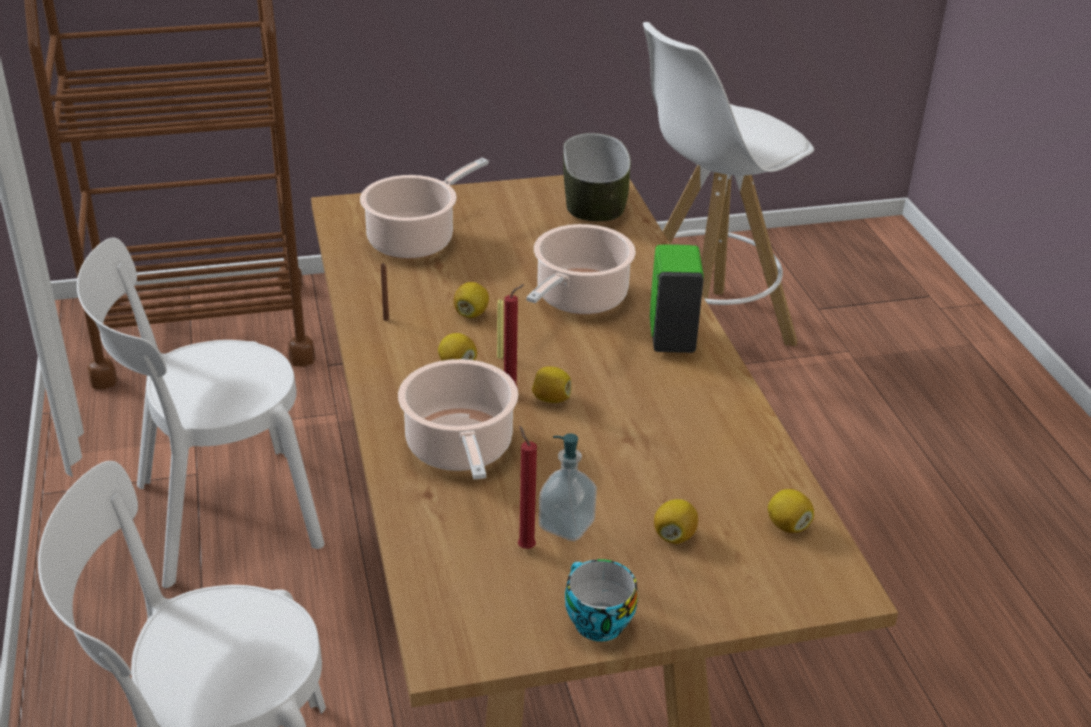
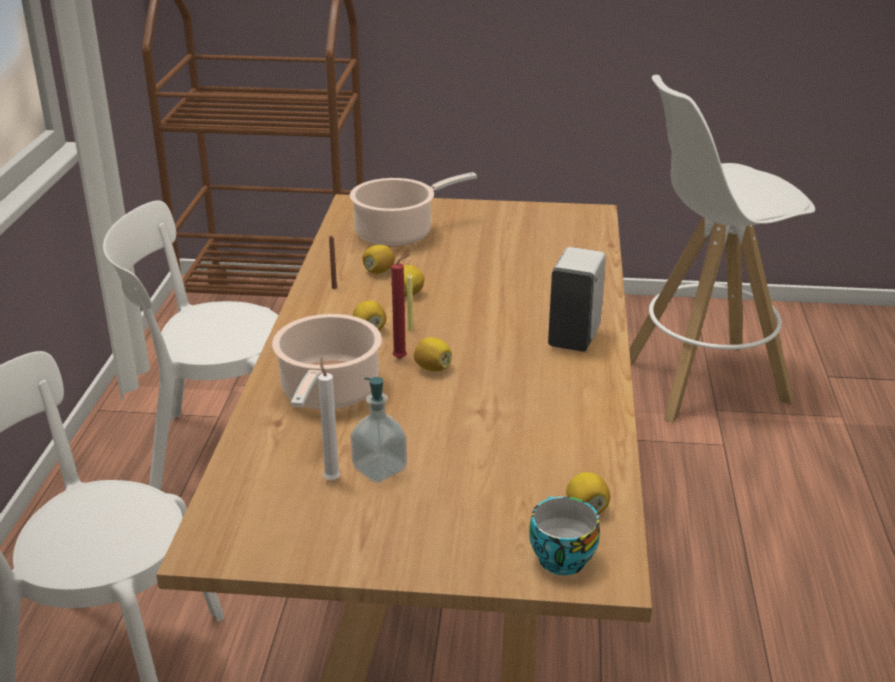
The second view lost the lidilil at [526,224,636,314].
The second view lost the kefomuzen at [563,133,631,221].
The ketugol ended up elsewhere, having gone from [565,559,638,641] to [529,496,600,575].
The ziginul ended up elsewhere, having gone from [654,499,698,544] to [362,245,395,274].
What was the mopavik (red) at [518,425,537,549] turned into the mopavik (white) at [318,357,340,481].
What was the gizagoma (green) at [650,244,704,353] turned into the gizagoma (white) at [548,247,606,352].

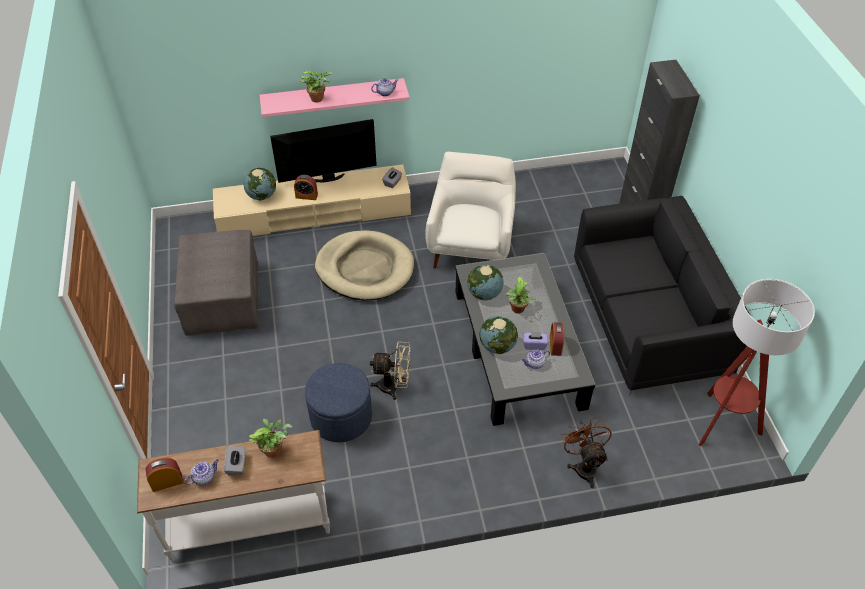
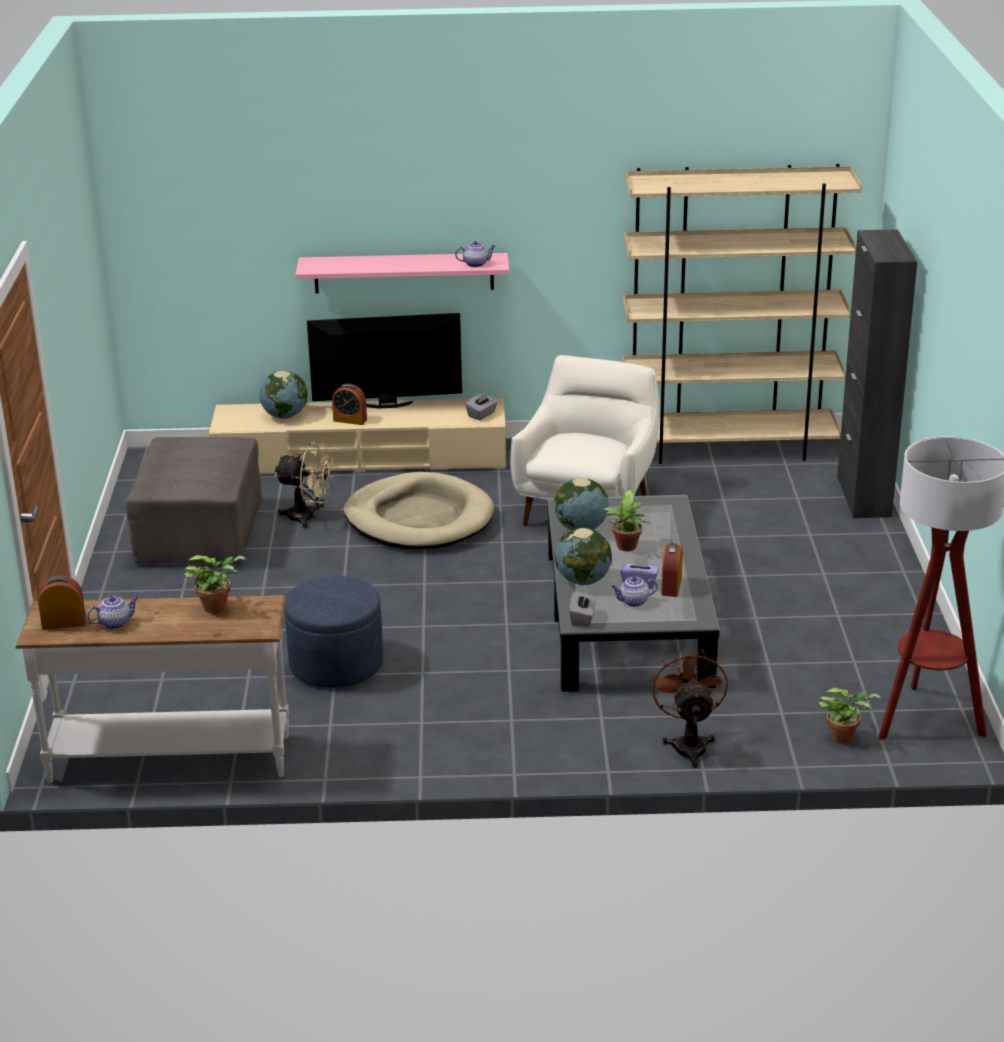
The second view lost the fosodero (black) at [574,196,751,396].
The second view gained the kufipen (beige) at [622,164,862,464].
The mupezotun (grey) ended up elsewhere, having gone from [224,445,246,475] to [570,592,596,626].
The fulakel ended up elsewhere, having gone from [300,71,333,102] to [818,688,881,744].
The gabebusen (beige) ended up elsewhere, having gone from [370,341,410,400] to [275,442,334,528].

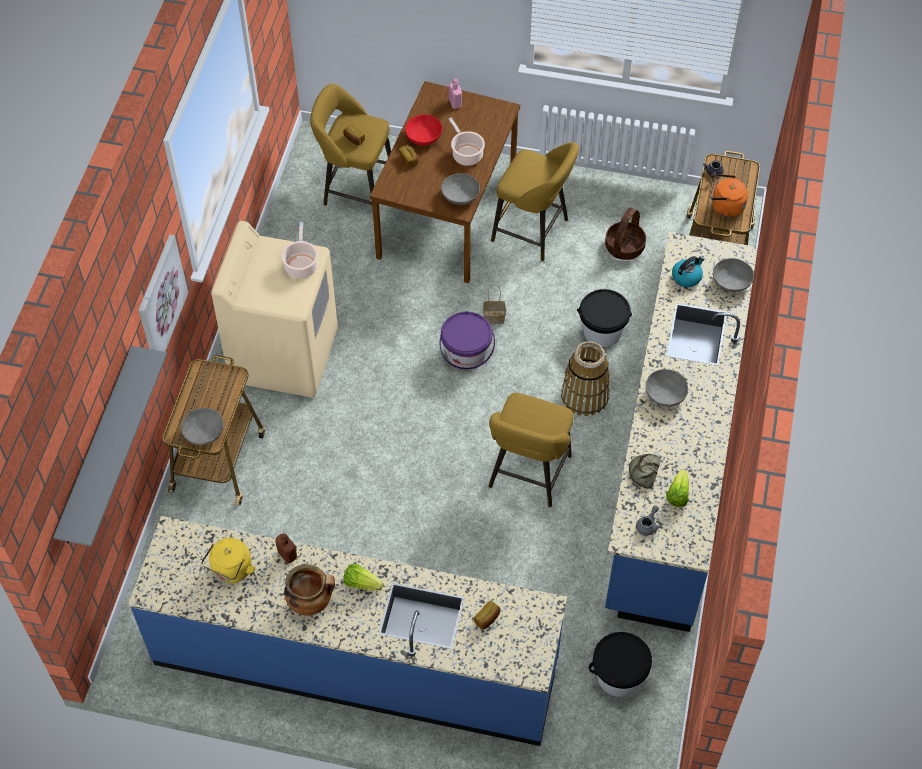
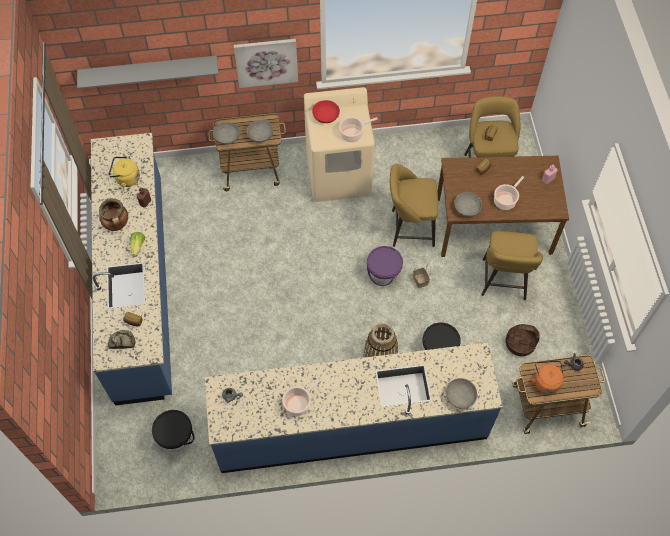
The second view lost the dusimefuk at [666,470,689,507].
The second view lost the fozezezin at [672,256,704,287].
The second view gained the lidilil at [282,379,322,416].
The kefomuzen (red) ended up elsewhere, having gone from [405,114,442,146] to [312,100,340,123].
The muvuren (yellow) ended up elsewhere, having gone from [489,393,574,507] to [390,164,438,247].
The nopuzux ended up elsewhere, having gone from [629,454,661,488] to [108,330,135,349].
The kefomuzen (grey) ended up elsewhere, having gone from [646,369,688,407] to [247,120,273,143].

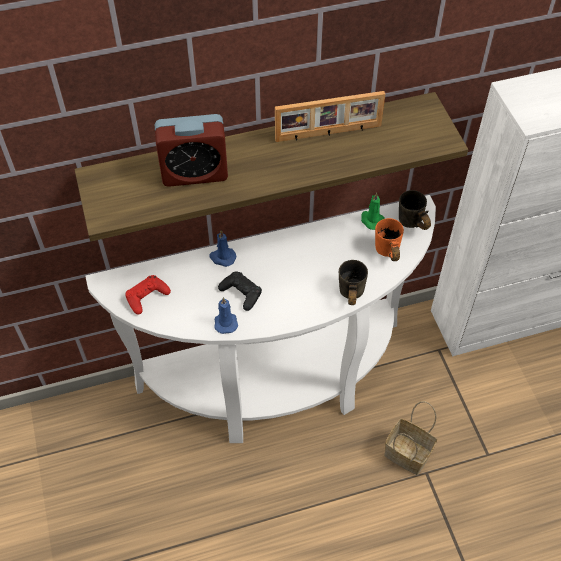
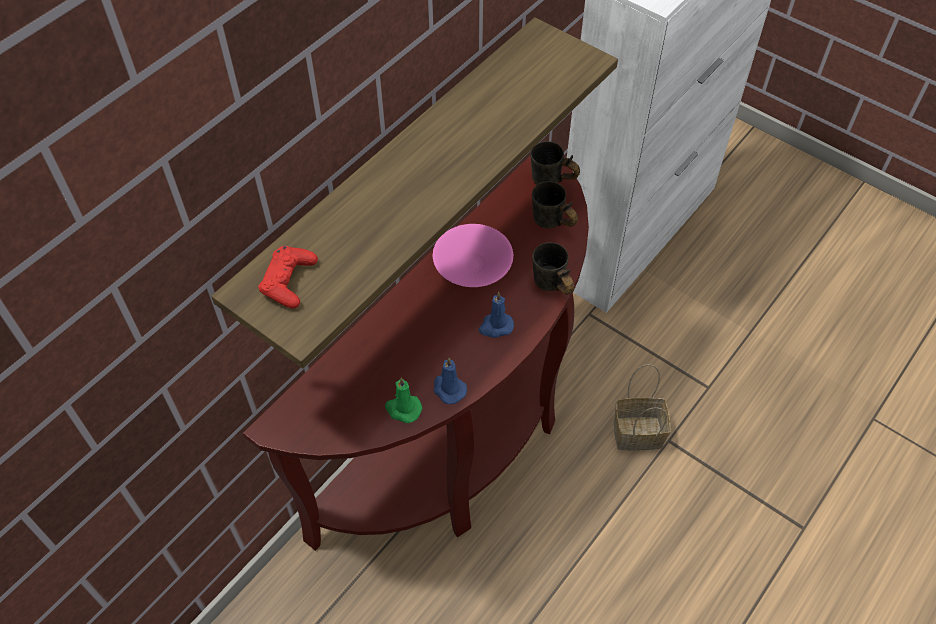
The second view lost the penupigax at [155,114,228,187].
The second view lost the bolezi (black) at [218,271,262,311].
The second view lost the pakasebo at [275,91,385,142].
The second view gained the kefomuzen (pink) at [433,224,513,287].
The bolezi (red) ended up elsewhere, having gone from [126,275,171,315] to [258,246,318,309].
The mopavik (blue) ended up elsewhere, having gone from [209,230,237,267] to [479,292,514,338].
The mopavik (green) ended up elsewhere, having gone from [361,192,385,230] to [385,378,422,423].
What was the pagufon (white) at [85,195,436,443] turned into the pagufon (brown) at [243,156,589,551].
What was the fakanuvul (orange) at [375,218,404,261] turned into the fakanuvul (grey) at [532,181,578,228].

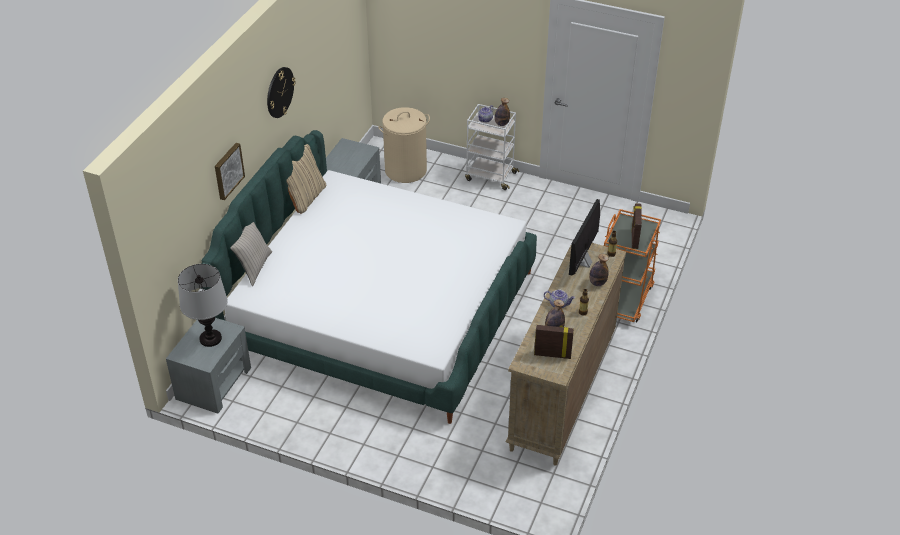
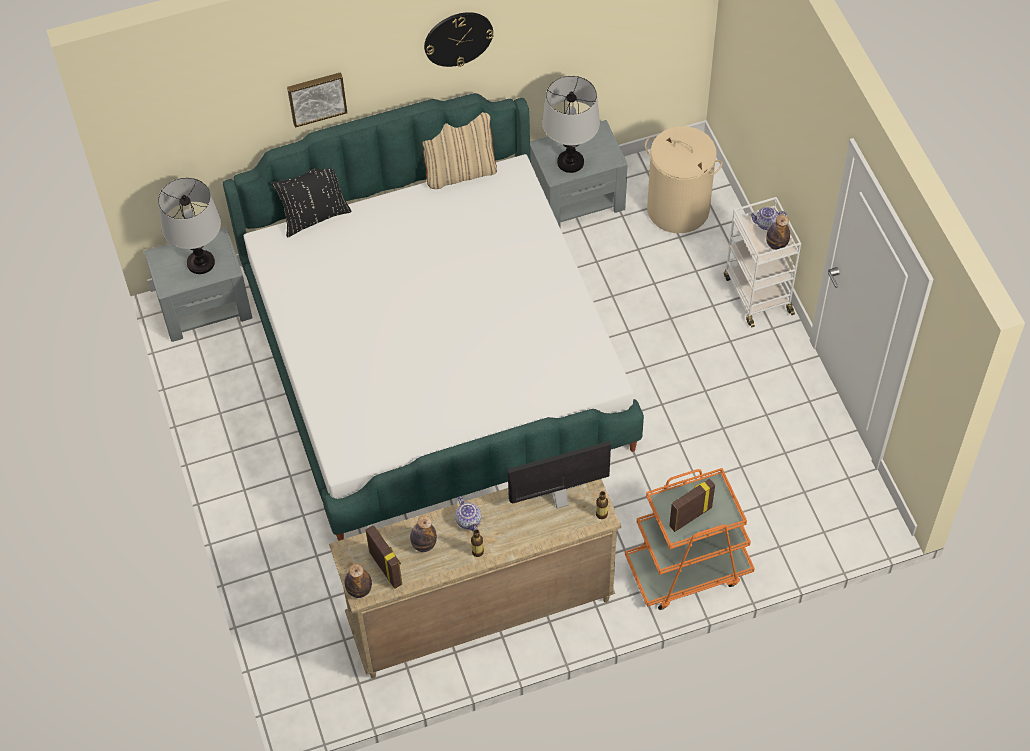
The second view gained the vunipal at [542,76,600,173].
The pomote ended up elsewhere, having gone from [589,254,609,286] to [345,563,372,598].
What was the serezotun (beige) at [230,222,272,286] turned into the serezotun (black) at [271,168,352,238].

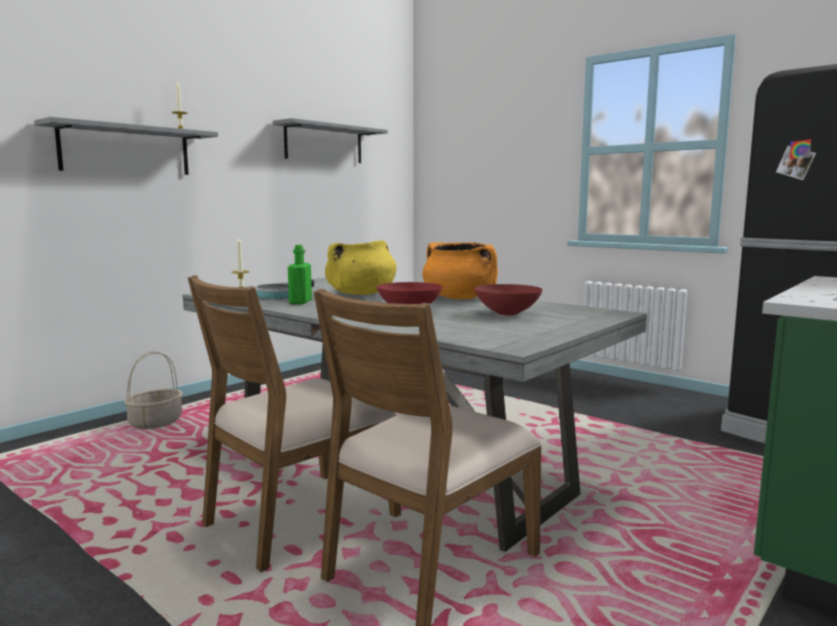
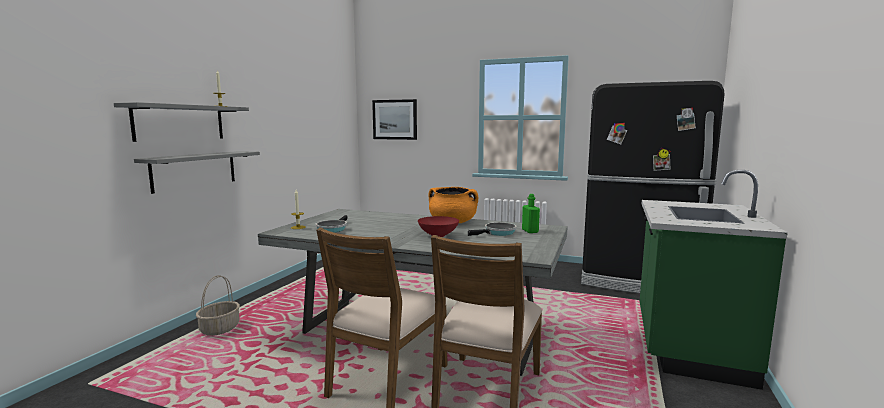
The second view lost the lidilil (yellow) at [325,240,396,295].
The second view gained the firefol at [372,99,417,140].
The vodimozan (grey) ended up elsewhere, having gone from [273,118,388,163] to [134,151,260,194].
The pomote (green) ended up elsewhere, having gone from [288,245,312,304] to [522,194,540,233].
Where the kefomuzen (red) stood at [474,284,543,316], the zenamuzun came to stand at [468,222,517,236].

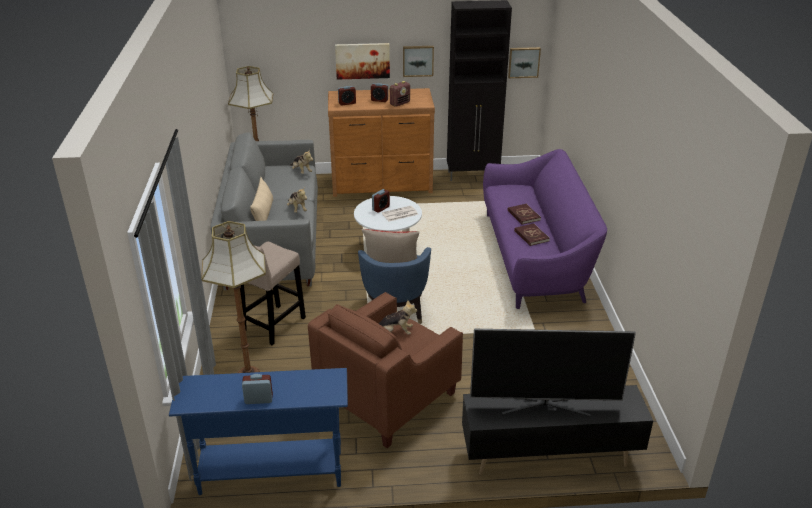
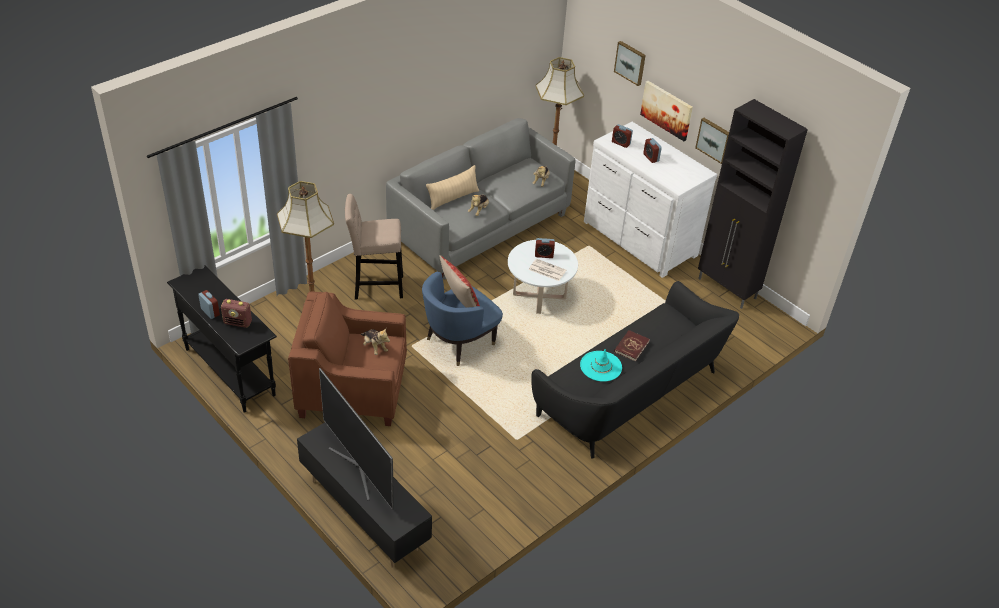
The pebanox ended up elsewhere, having gone from [390,81,410,107] to [221,299,252,328].
The firefol ended up elsewhere, having gone from [508,47,541,78] to [614,41,646,86].
Where the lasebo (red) stood at [514,223,550,246], the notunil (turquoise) came to stand at [580,349,622,382].
What was the pagufon (blue) at [169,368,348,495] turned into the pagufon (black) at [167,266,277,413].
What was the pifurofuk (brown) at [328,88,435,197] turned into the pifurofuk (white) at [584,122,717,278].
What was the fosodero (purple) at [483,149,607,309] turned into the fosodero (black) at [531,281,739,459].

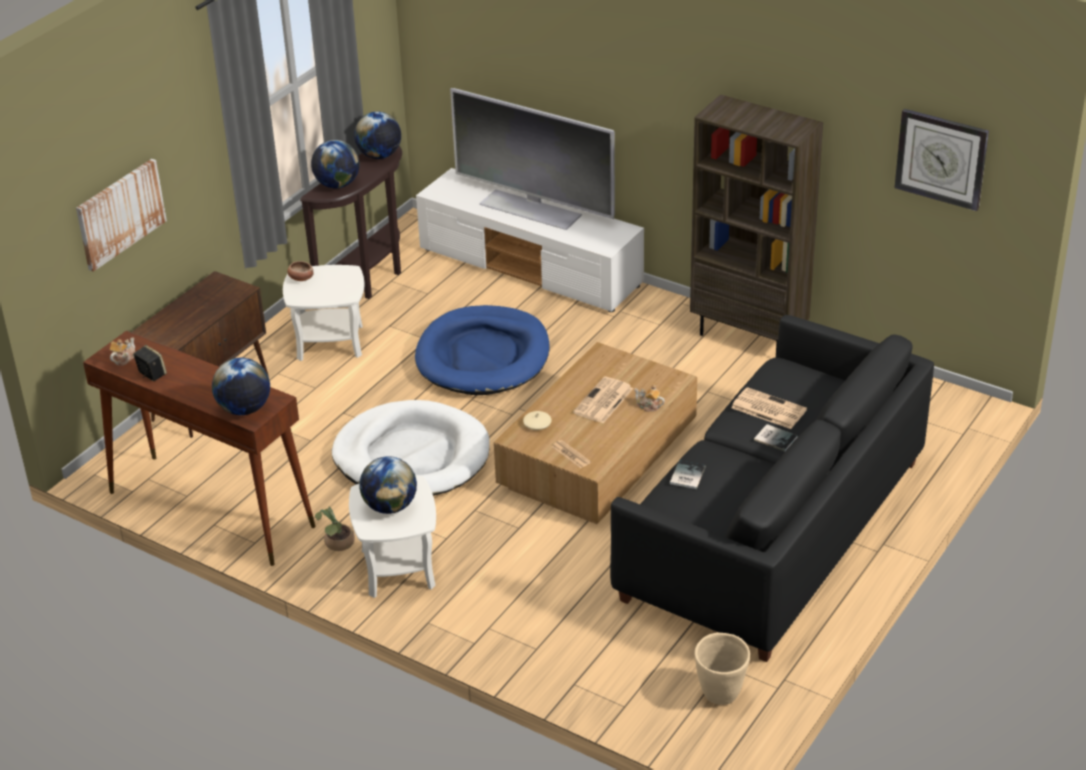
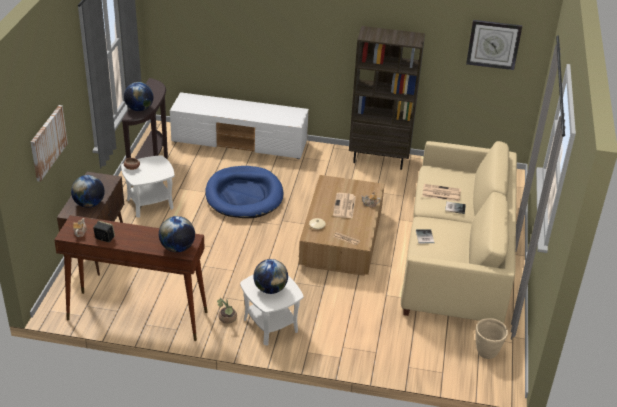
The second view lost the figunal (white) at [332,400,490,496].
The second view lost the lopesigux at [450,88,615,230].
The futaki ended up elsewhere, having gone from [354,112,401,159] to [71,175,105,208].
What was the fosodero (black) at [610,315,934,662] turned into the fosodero (beige) at [401,141,517,323].

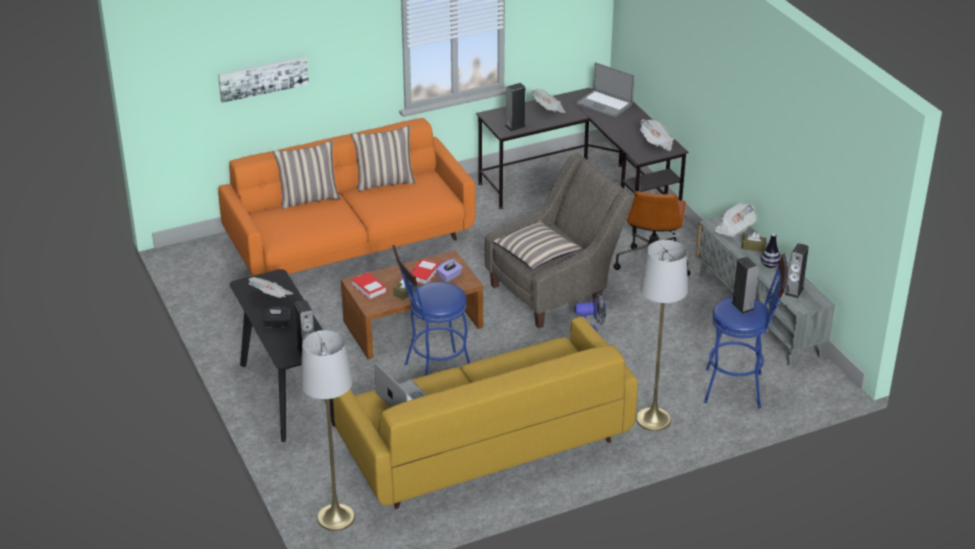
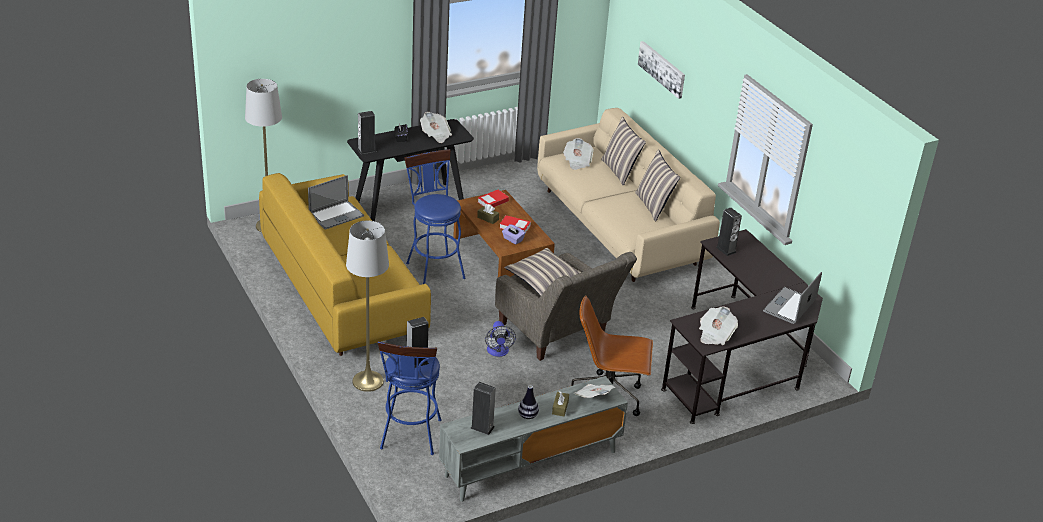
The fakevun ended up elsewhere, having gone from [530,89,566,113] to [563,138,594,170].
What was the fosodero (orange) at [218,118,475,276] turned into the fosodero (beige) at [537,108,720,282].

